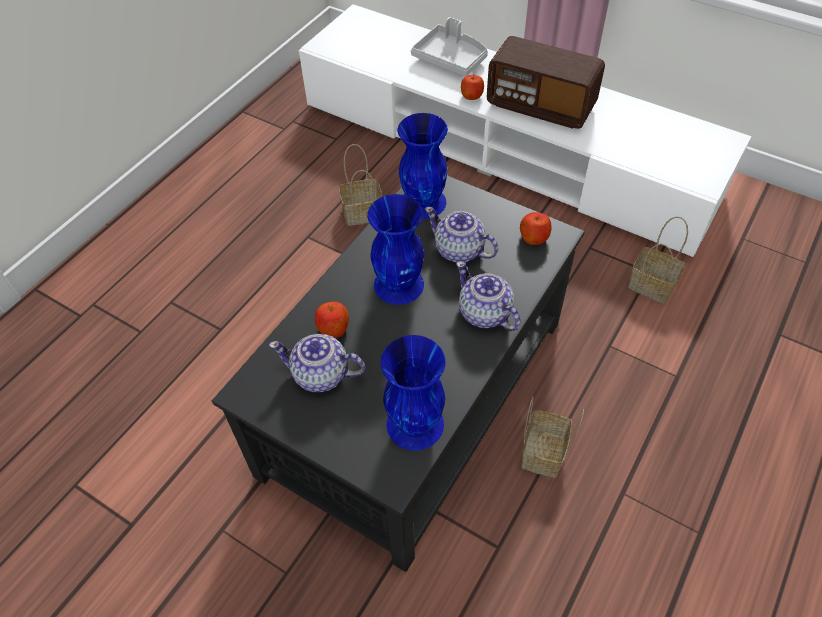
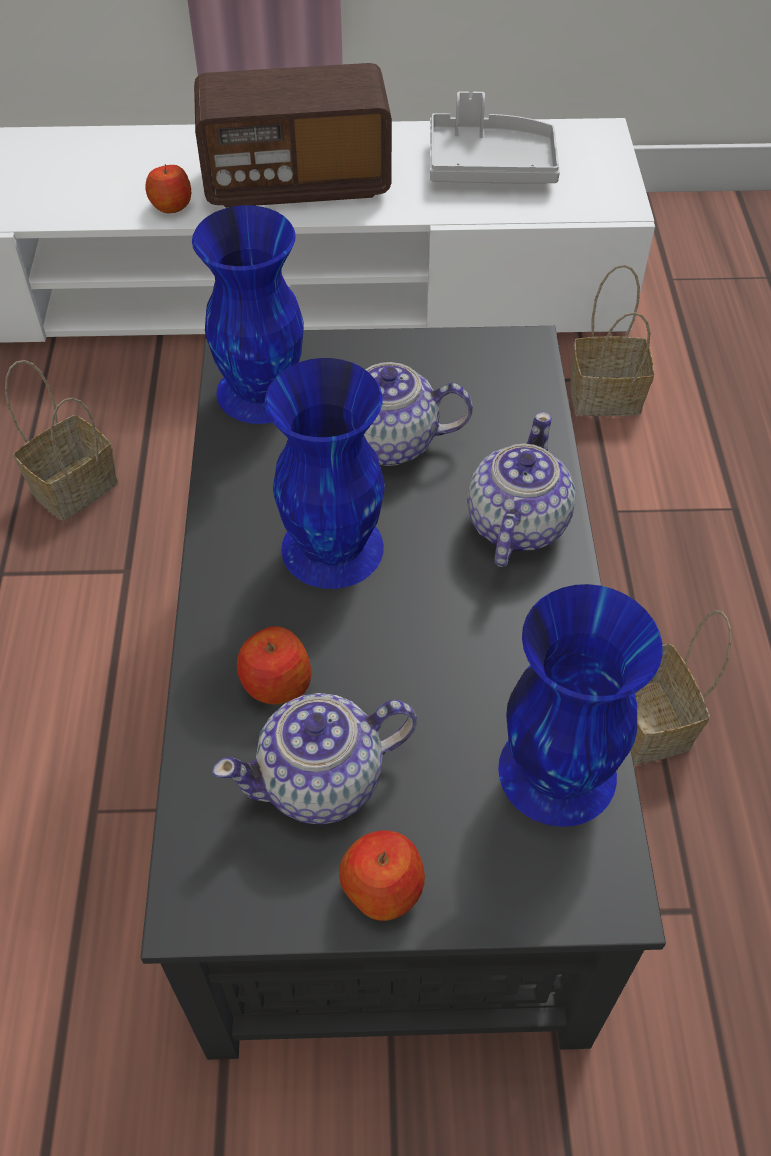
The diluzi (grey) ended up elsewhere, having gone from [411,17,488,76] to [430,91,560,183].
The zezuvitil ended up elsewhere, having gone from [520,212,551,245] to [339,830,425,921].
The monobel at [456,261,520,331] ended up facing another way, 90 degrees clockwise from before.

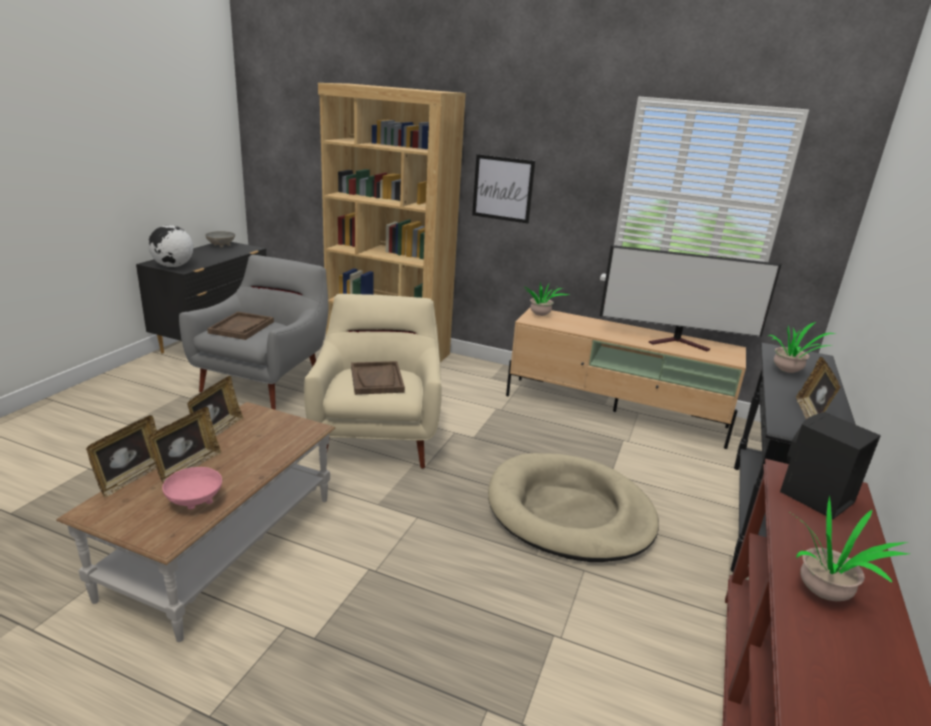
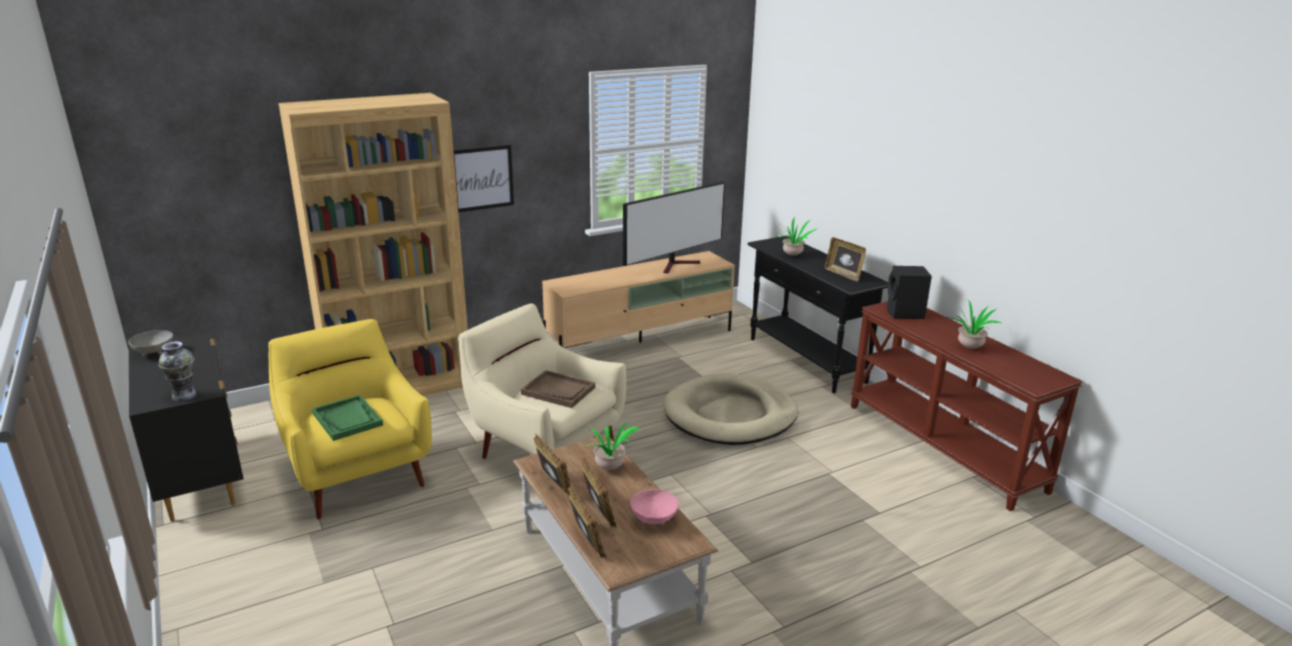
The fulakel ended up elsewhere, having gone from [523,283,569,316] to [585,422,641,470].
Where the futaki stood at [148,225,193,267], the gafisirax came to stand at [159,341,197,402].
What was the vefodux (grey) at [179,255,328,410] turned into the vefodux (yellow) at [268,319,432,519].
What was the diluzi (brown) at [207,312,274,340] turned into the diluzi (green) at [312,395,383,441].

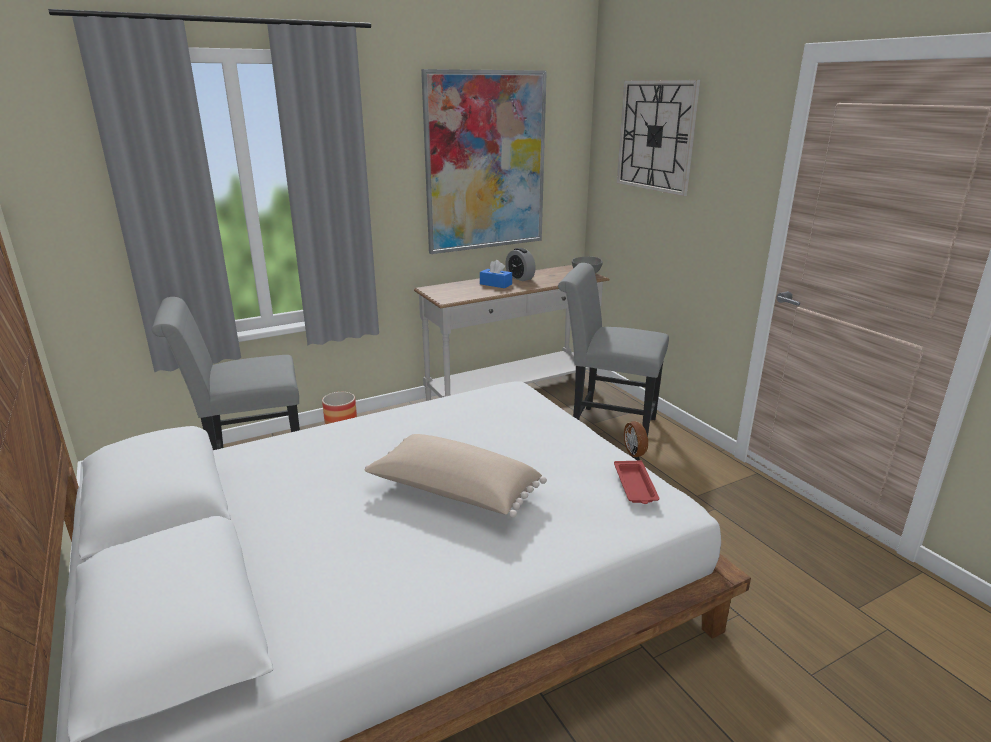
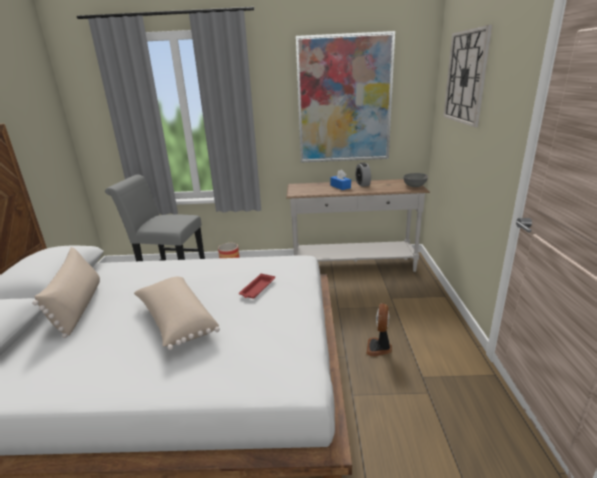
The second view lost the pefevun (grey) at [558,263,669,437].
The second view gained the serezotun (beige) at [32,247,100,338].
The diluzi (red) ended up elsewhere, having gone from [614,461,659,504] to [239,274,275,298].

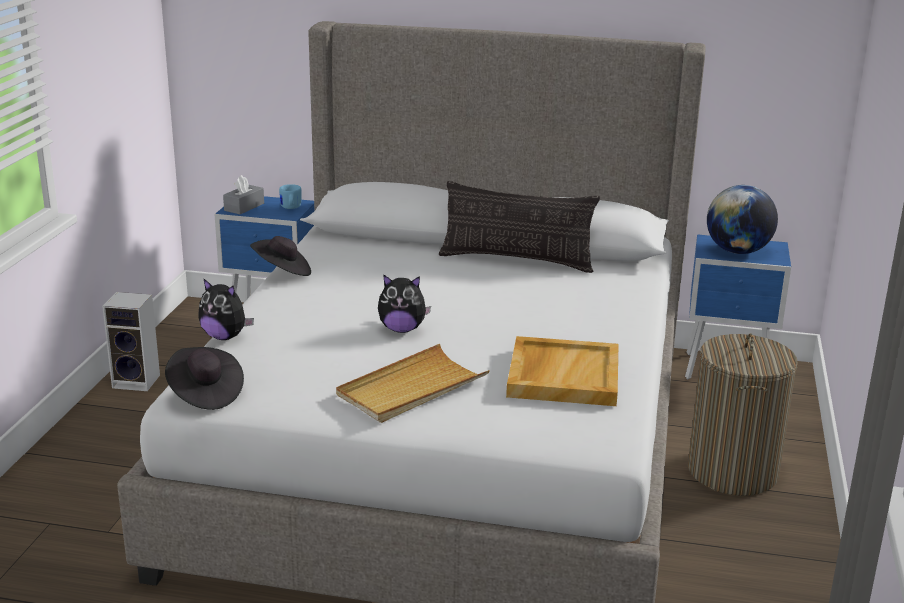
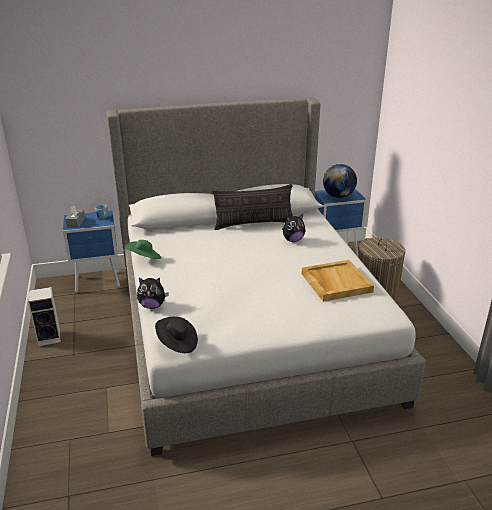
The second view lost the diluzi (beige) at [336,344,490,423].
The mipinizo ended up elsewhere, having gone from [378,274,431,333] to [282,214,305,242].
What was the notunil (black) at [250,236,311,276] turned into the notunil (green) at [125,240,161,259].

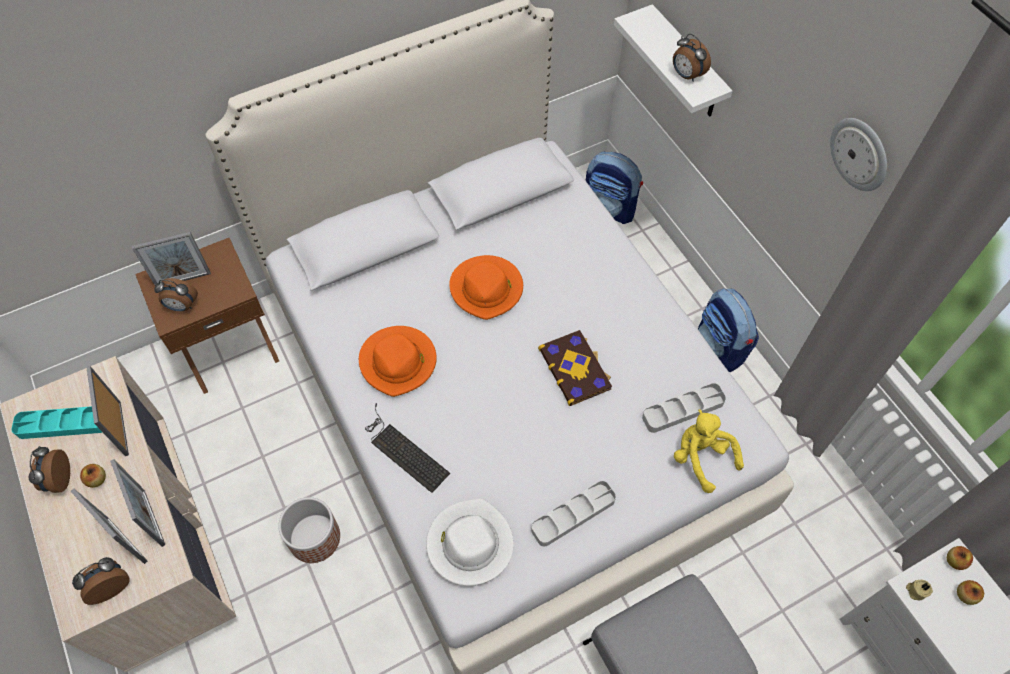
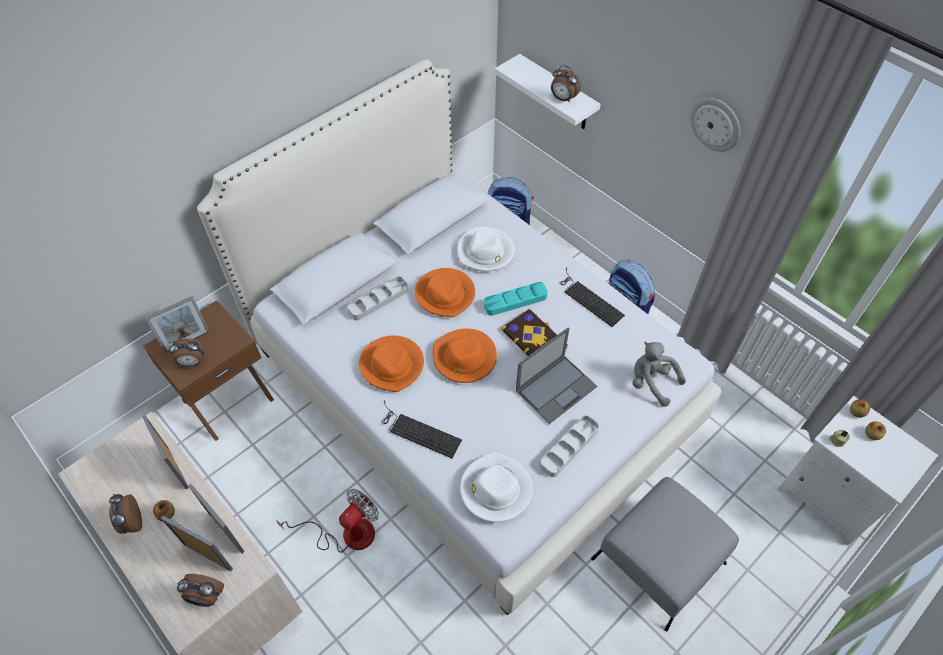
The second view gained the notunil (orange) at [433,329,497,383].
The second view gained the notunil (white) at [457,227,515,272].
The second view gained the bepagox at [516,327,597,424].
The second view gained the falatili at [559,267,625,327].
The diluzi (turquoise) ended up elsewhere, having gone from [11,406,102,439] to [484,282,548,316].
The diluzi (grey) ended up elsewhere, having gone from [642,383,726,433] to [347,276,408,320].
Where the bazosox stood at [278,497,340,563], the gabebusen came to stand at [276,489,379,553].
What was the mipinizo (yellow) at [674,410,744,493] turned into the mipinizo (grey) at [632,342,686,407].
The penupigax at [72,557,130,605] ended up facing another way, 120 degrees counterclockwise from before.

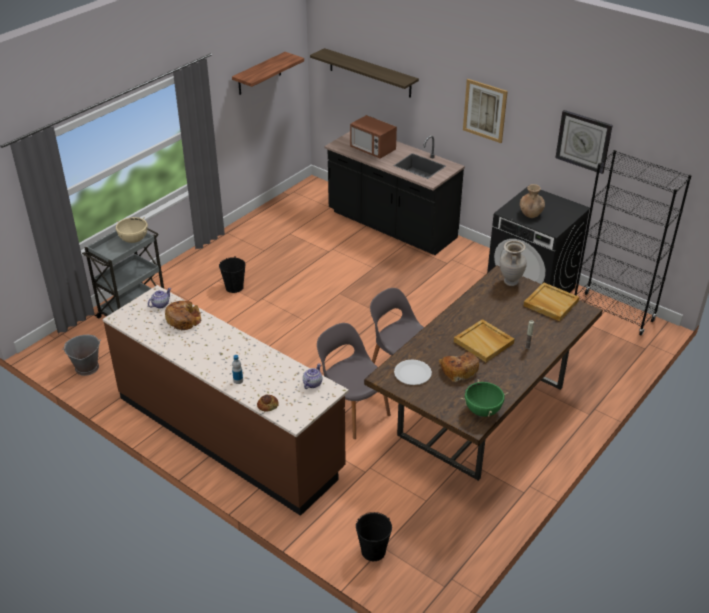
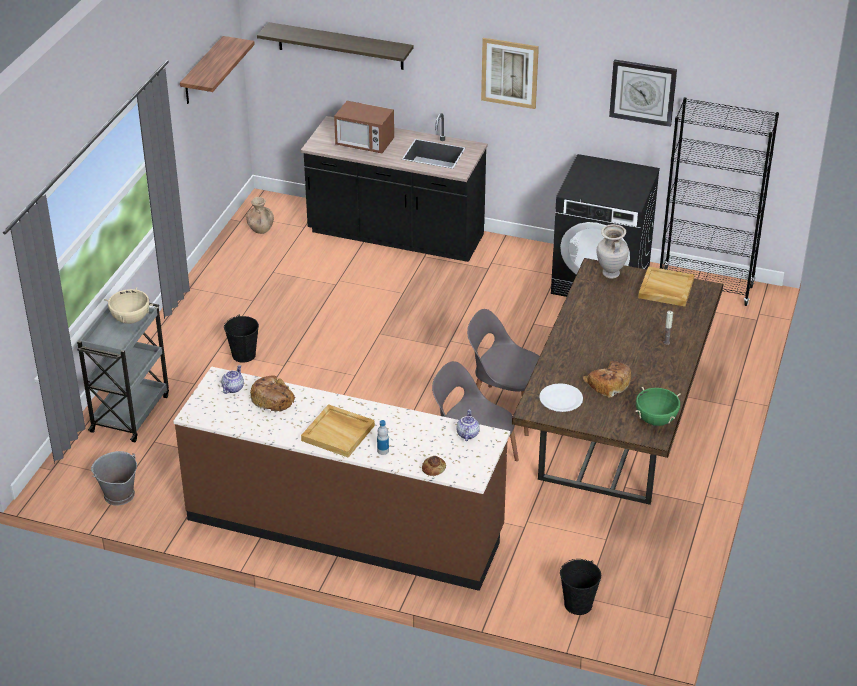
The diluzi (beige) ended up elsewhere, having gone from [454,319,515,362] to [301,404,375,457].
The gafisirax (brown) ended up elsewhere, having gone from [520,184,545,218] to [246,197,274,234].

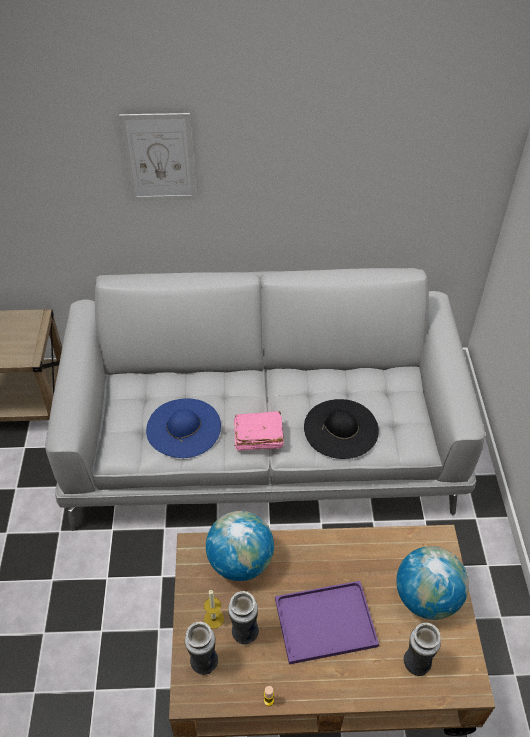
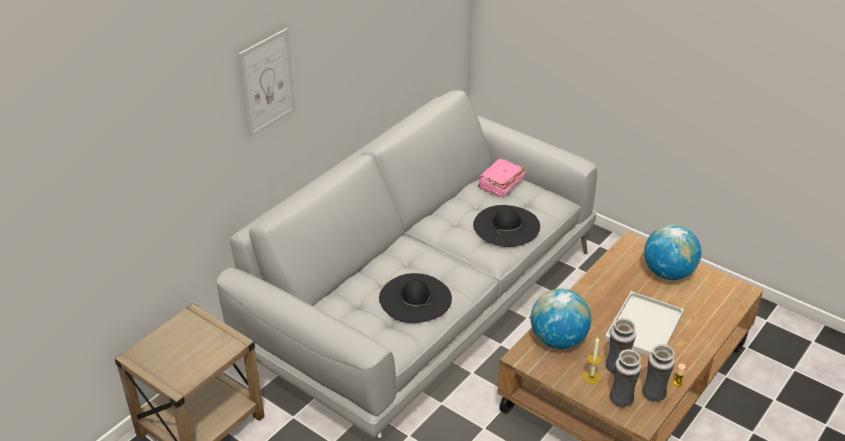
The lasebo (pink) ended up elsewhere, having gone from [234,411,284,451] to [478,159,525,198].
The gafisirax ended up elsewhere, having gone from [404,623,441,676] to [642,344,675,402].
What was the notunil (blue) at [146,399,221,458] turned into the notunil (black) at [379,273,452,323].
What was the diluzi (purple) at [275,581,379,665] turned into the diluzi (white) at [605,291,684,356].

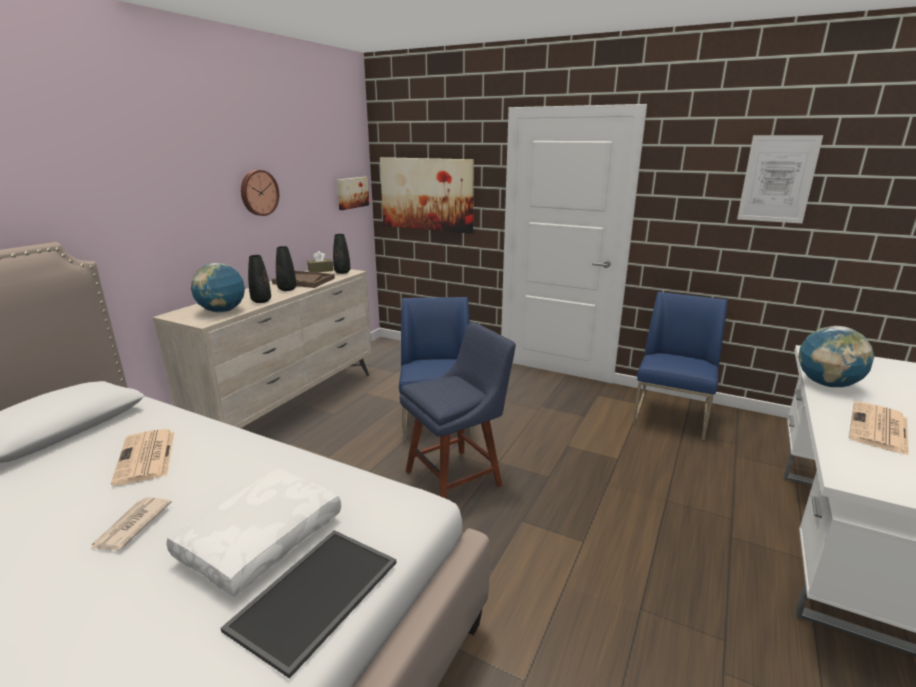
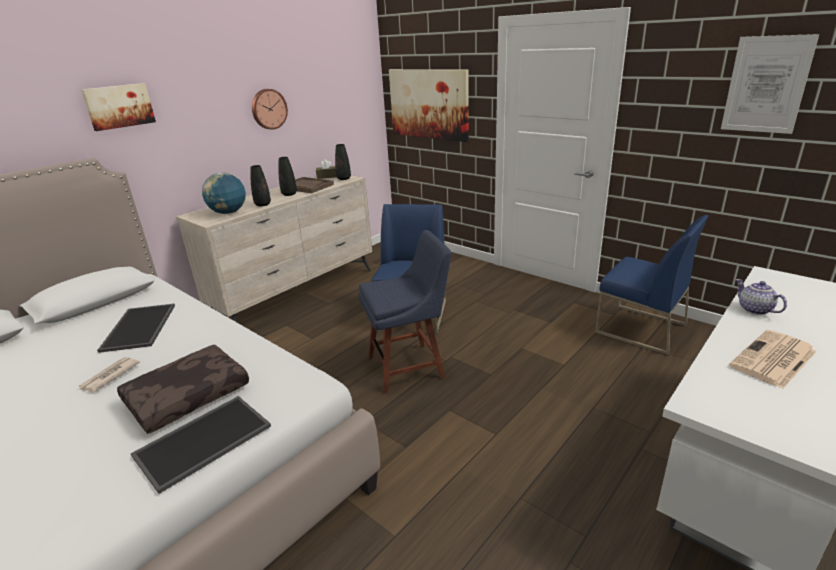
The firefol ended up elsewhere, having gone from [337,177,369,210] to [81,83,156,131].
Where the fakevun stood at [111,429,174,486], the diluzi came to stand at [97,304,175,353].
Where the futaki stood at [798,326,874,387], the monobel came to stand at [735,279,787,315].
What was the serezotun (white) at [166,468,341,597] turned into the serezotun (brown) at [117,344,249,434].
The pefevun (blue) at [633,292,728,440] ended up facing another way, 90 degrees clockwise from before.

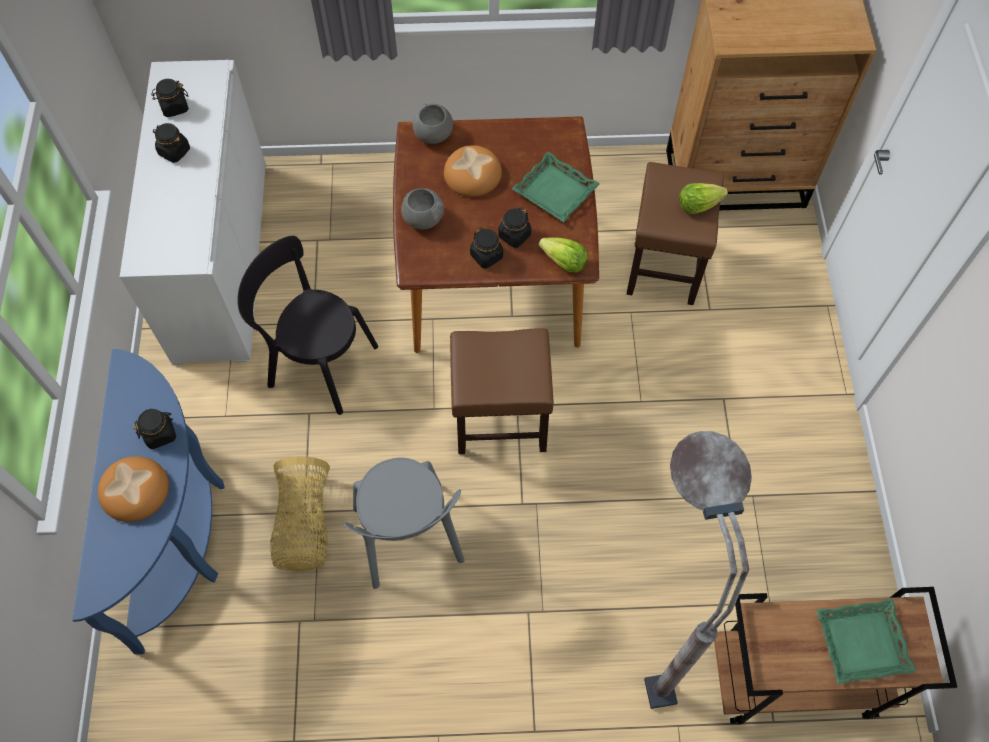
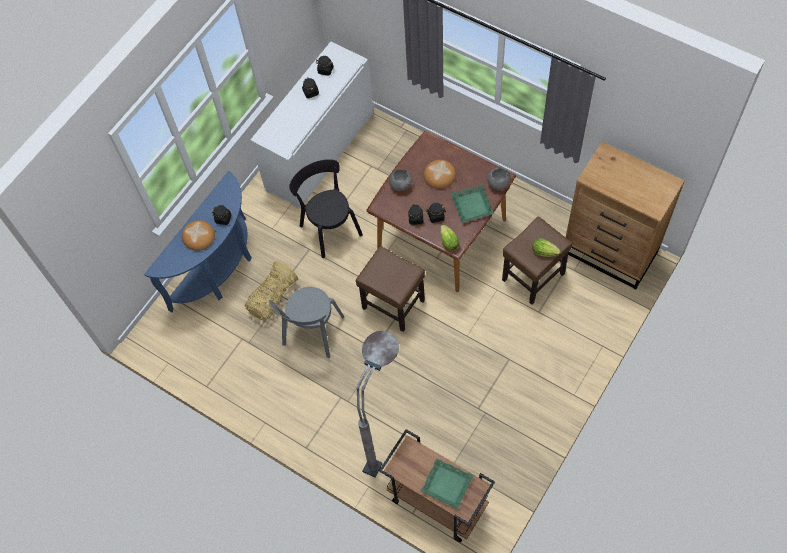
The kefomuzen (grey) ended up elsewhere, having gone from [412,103,453,144] to [487,166,511,190].

